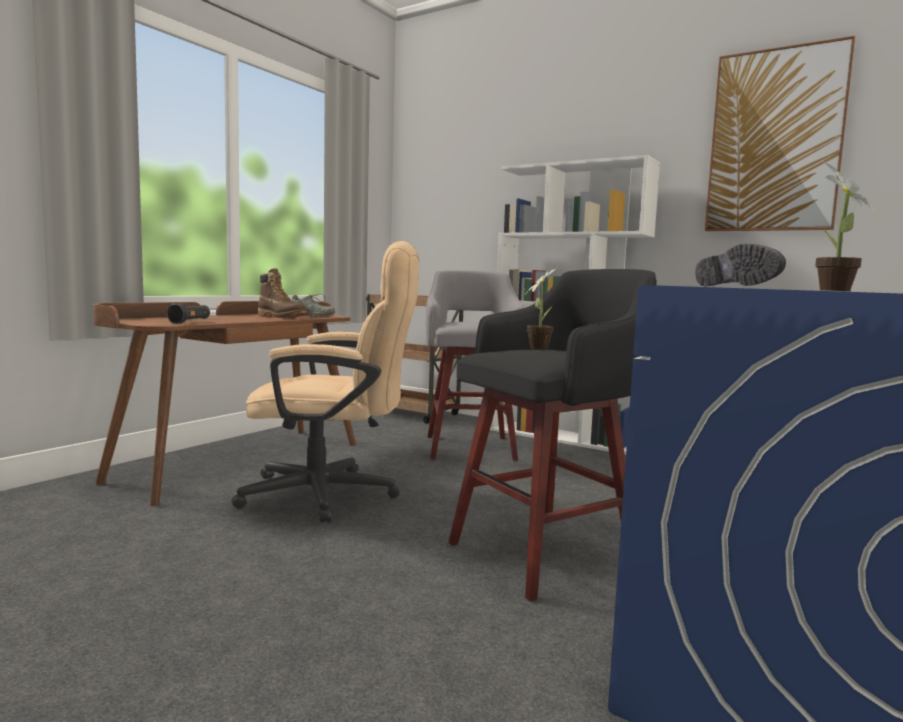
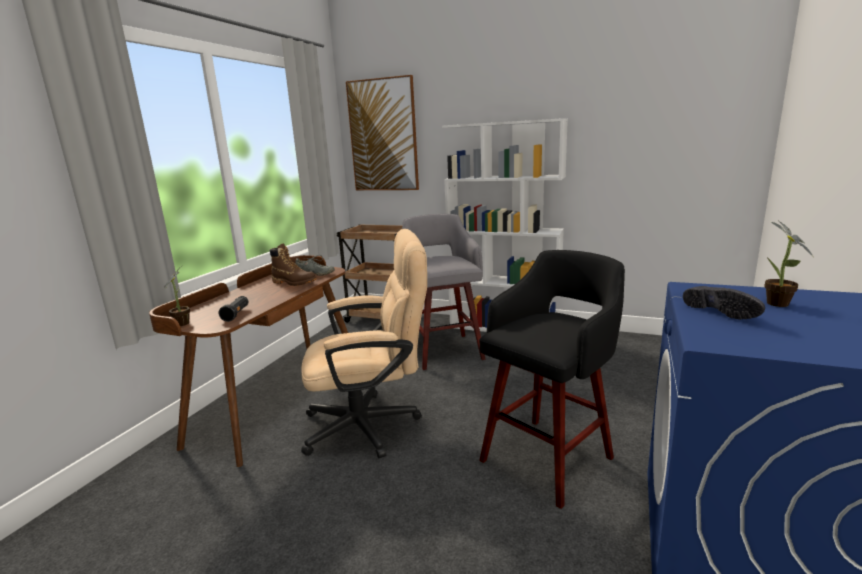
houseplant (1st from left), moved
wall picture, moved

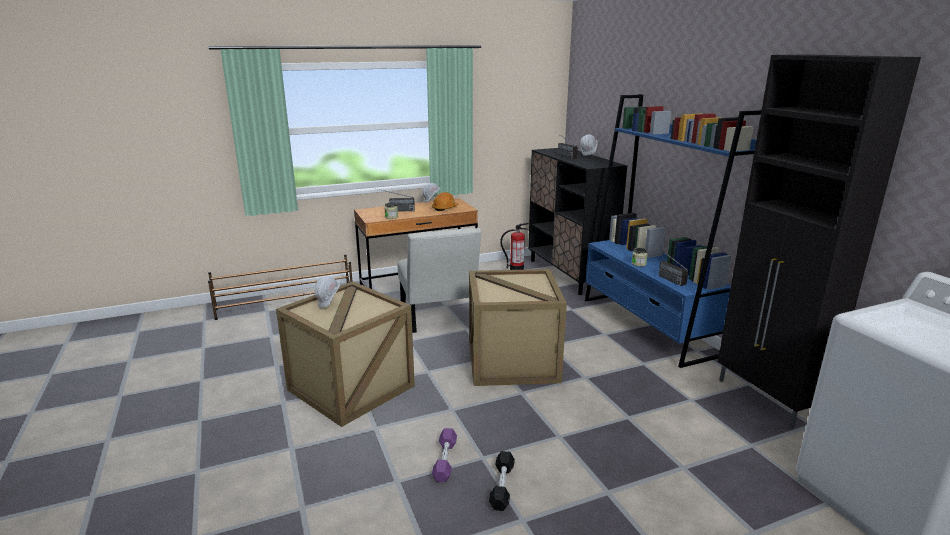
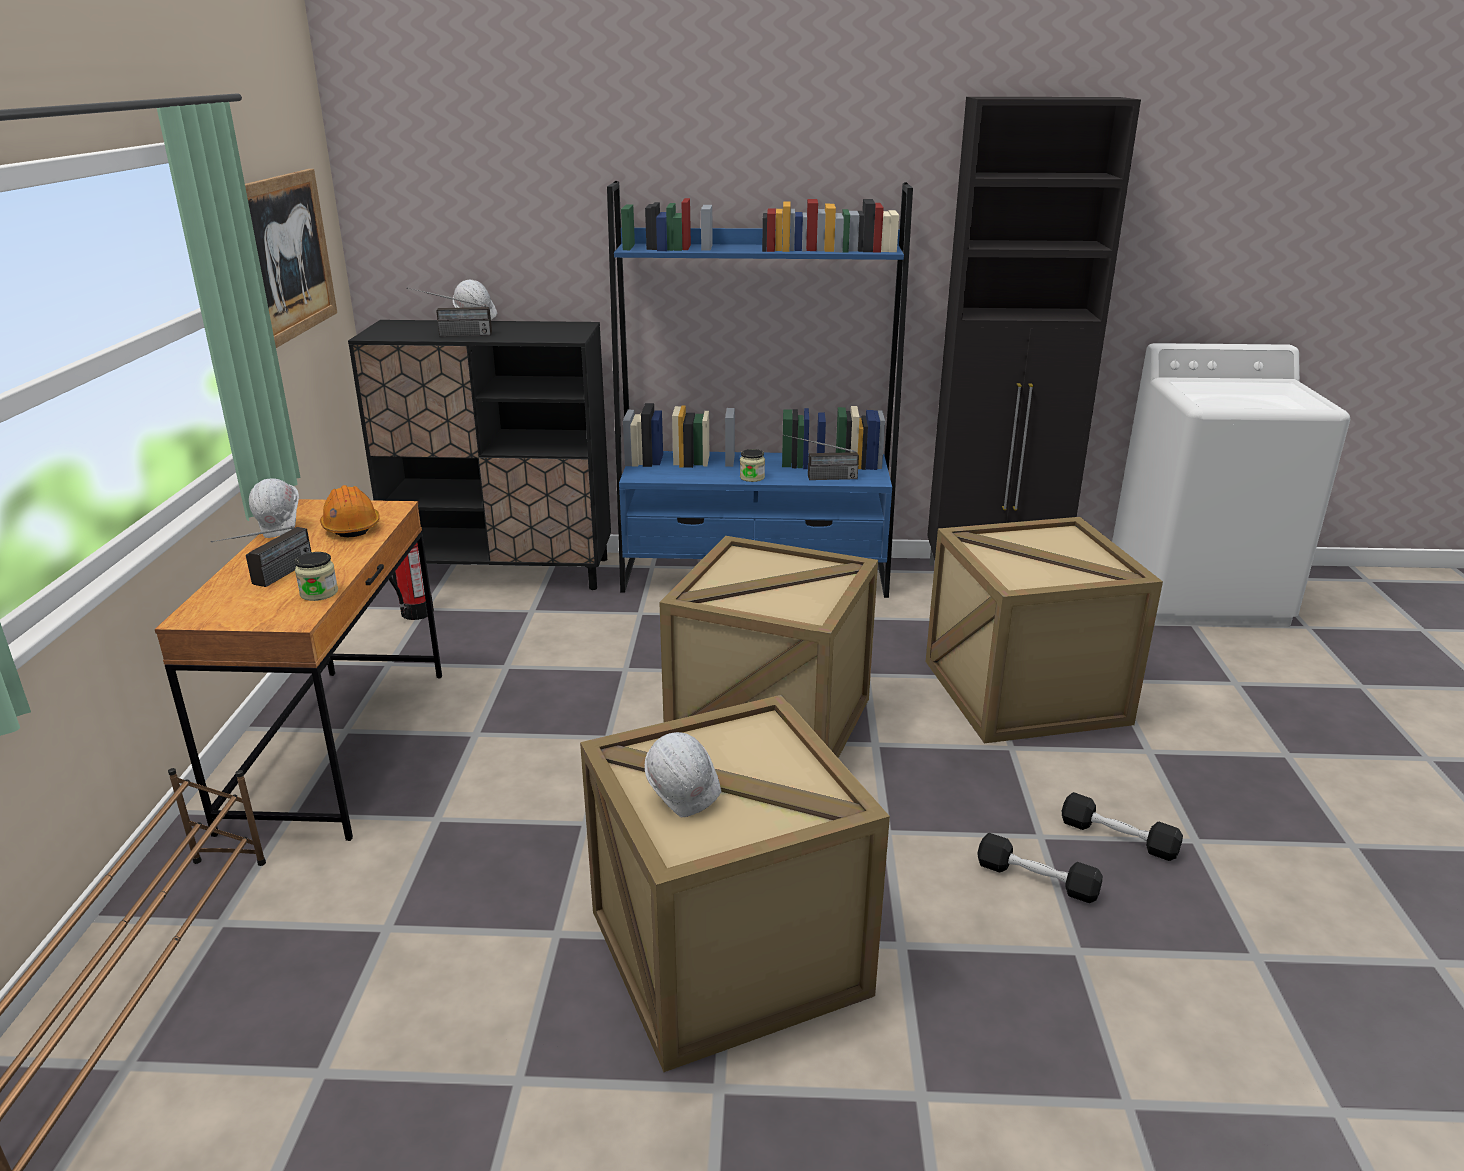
white upright chair → -
purple-coloured dumbbell → blackish dumbbell (1st from left)
- → wall picture
- → packing crate (3rd from left)

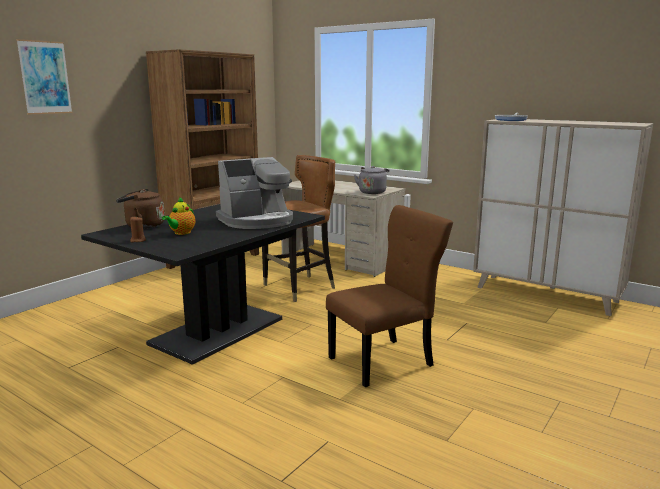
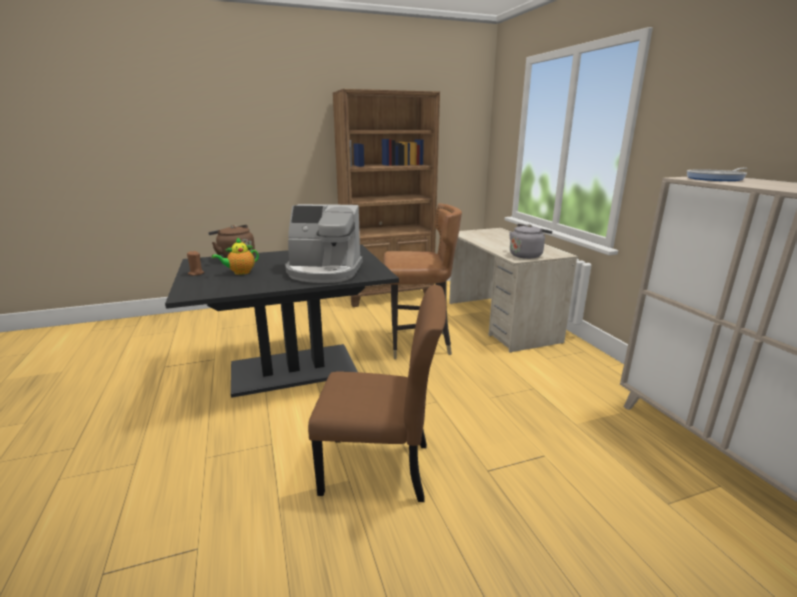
wall picture → -

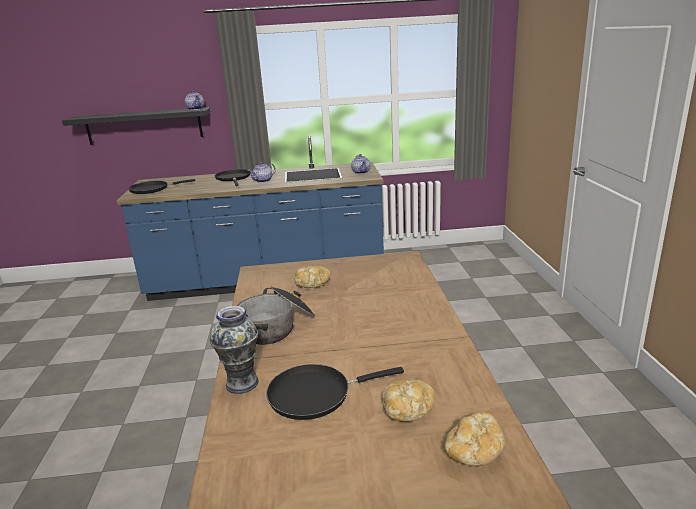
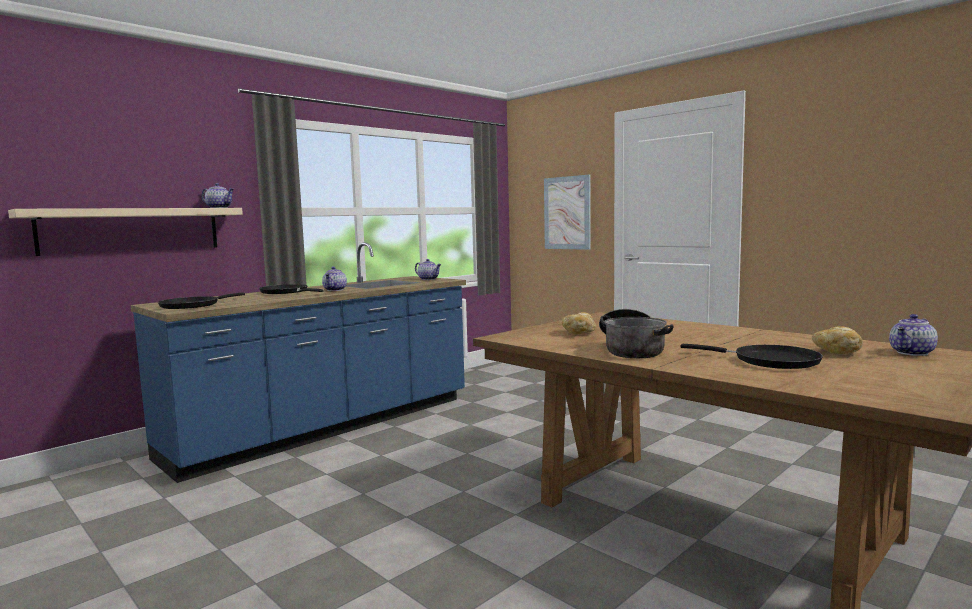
blackish wall shelf → sand-coloured wall shelf
decorative vase → -
blackish skillet (3rd from left), 90 degrees counterclockwise
baked bread (3rd from left) → pot for tea (4th from left)
- → wall picture

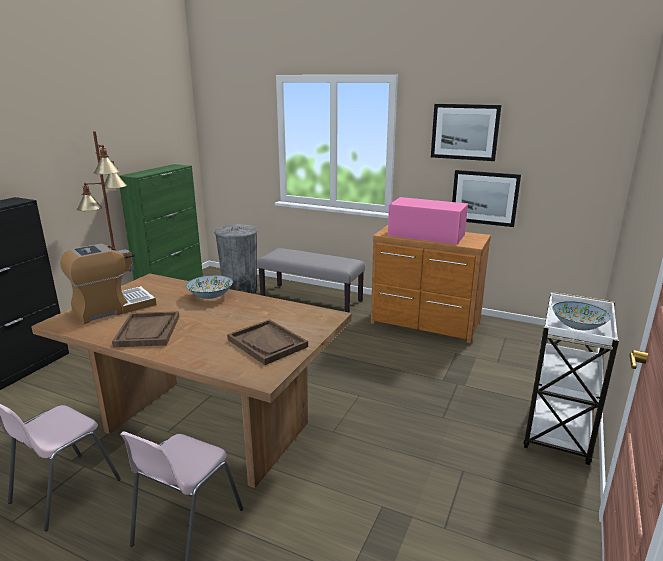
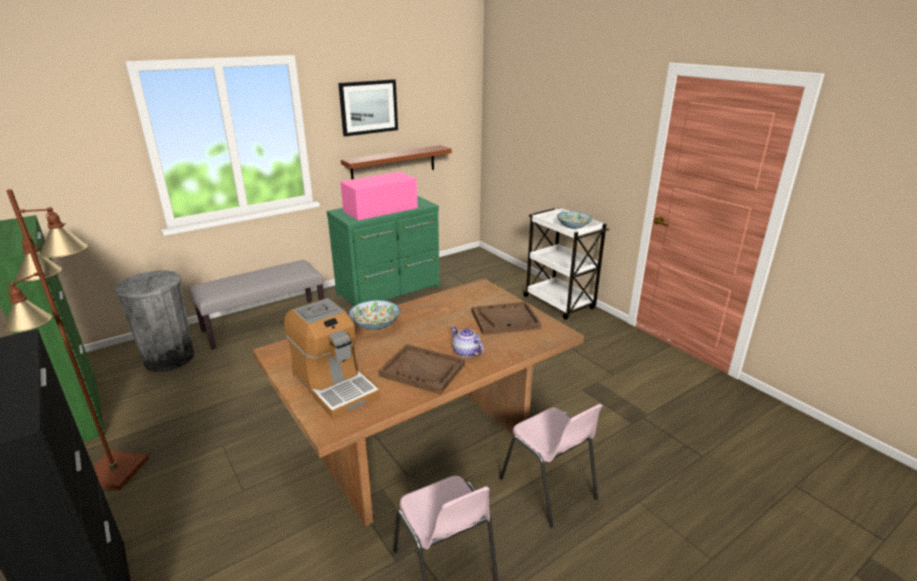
coffee machine, 150 degrees clockwise
brown drawer chest → green-coloured drawer chest
wall picture (2nd from left) → brown wall shelf
- → pot for tea

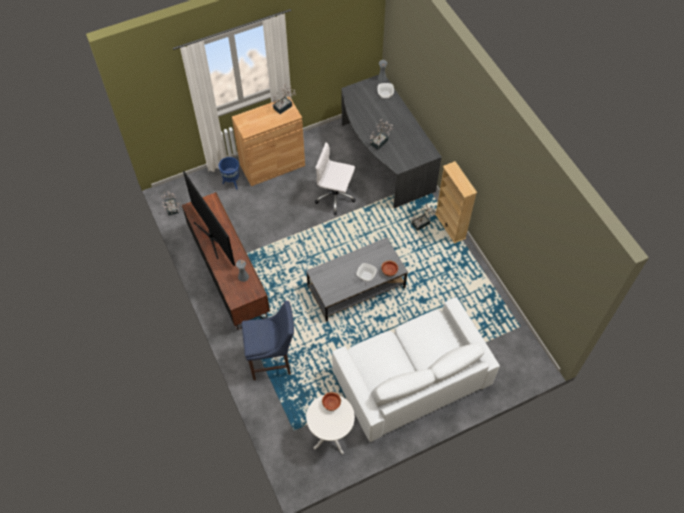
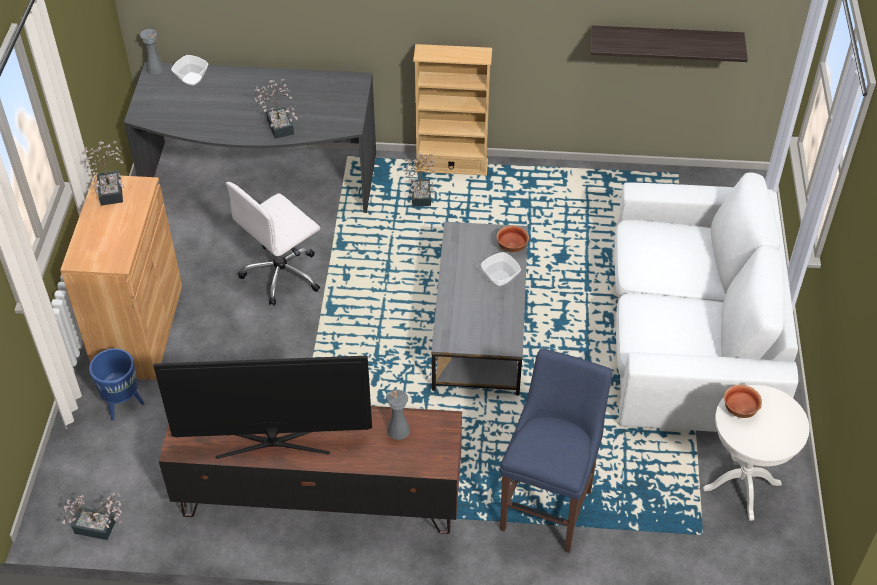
- → wall shelf

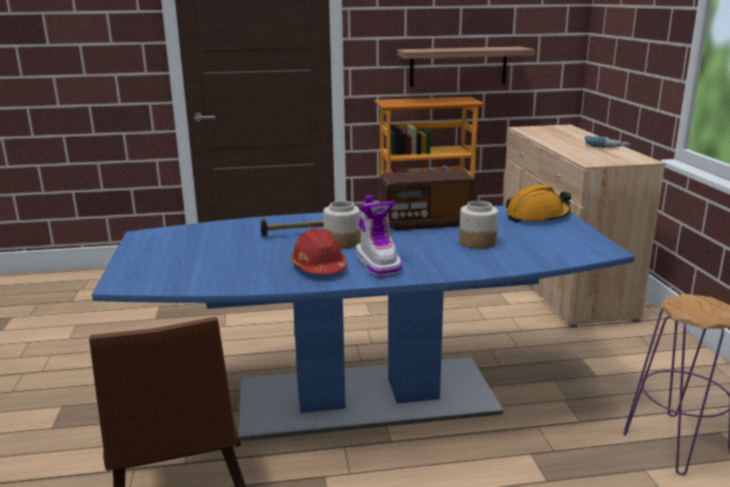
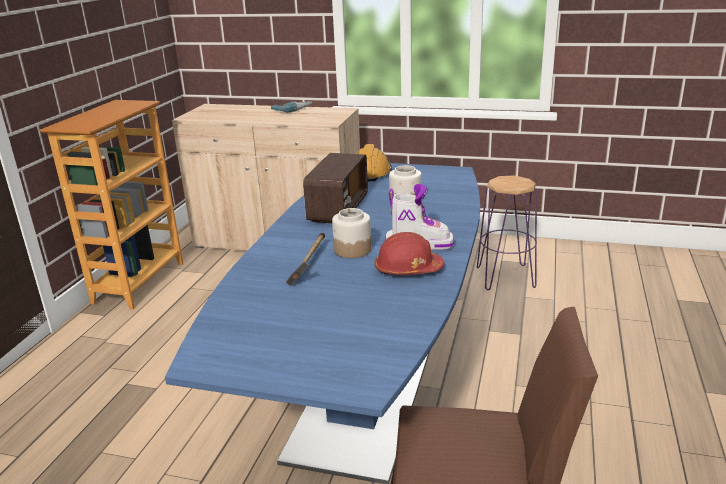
wall shelf → -

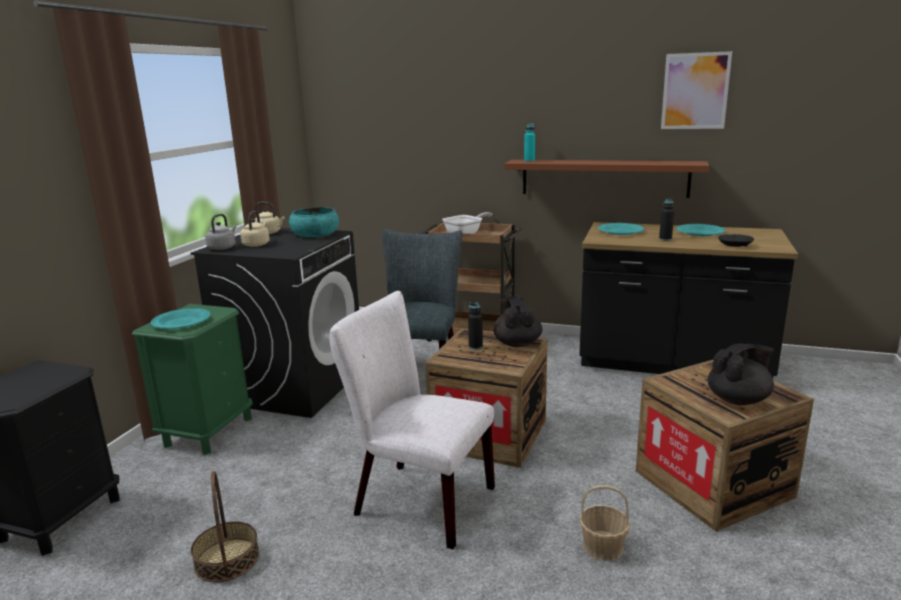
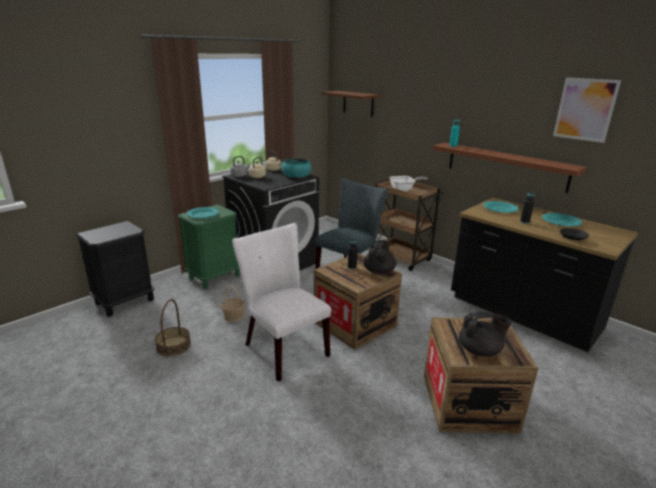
household basket (2nd from left), moved
- → brown wall shelf (1st from left)

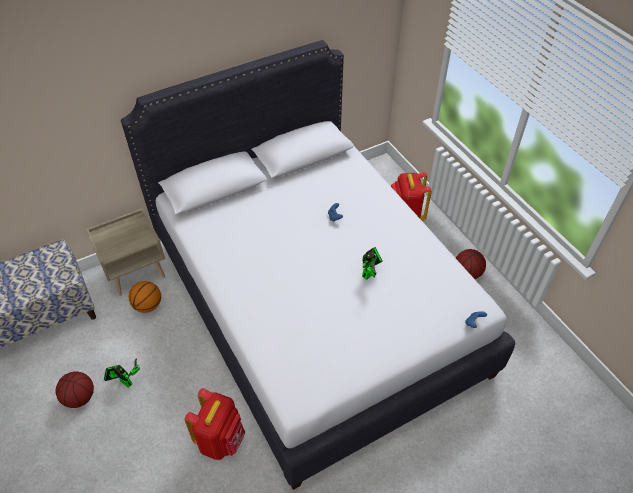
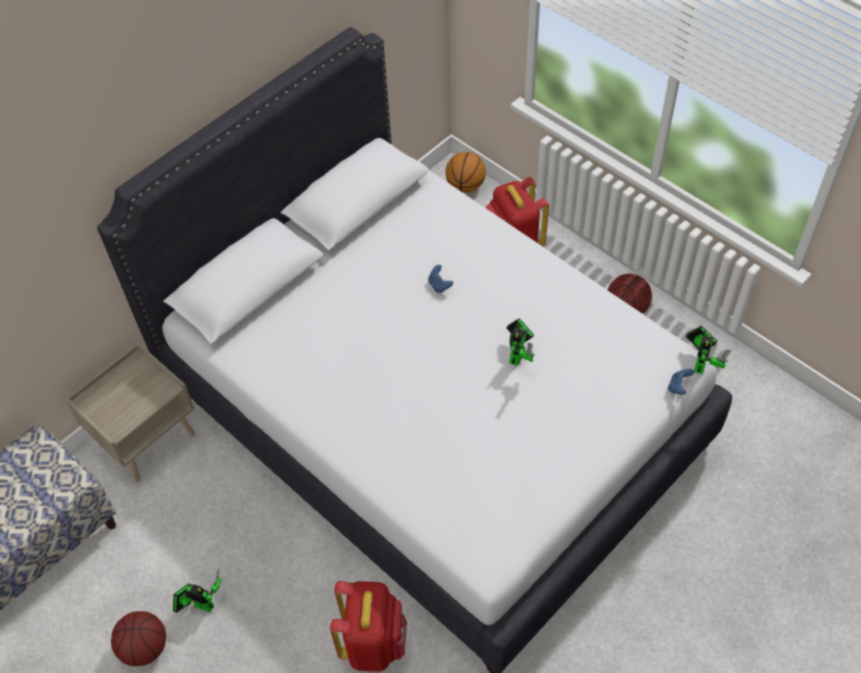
basketball ball (2nd from left), moved
- → toy robot (3rd from left)

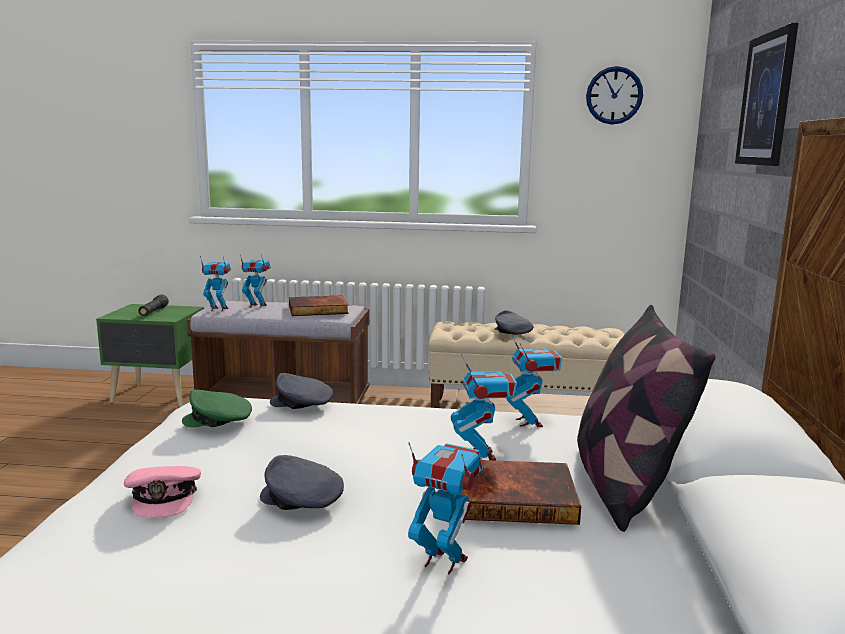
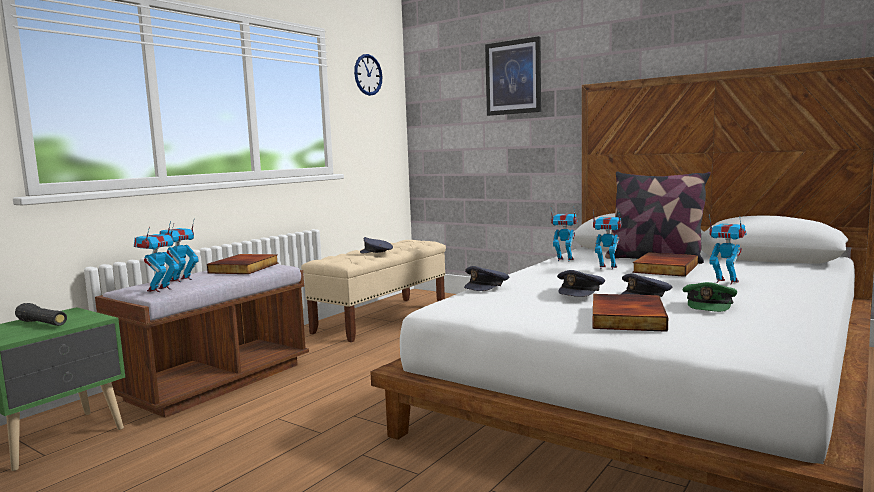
pink-coloured baseball cap → bound book (2nd from left)
green-coloured baseball cap, moved
toy robot (3rd from left in the first image) → toy robot (5th from left), 75 degrees clockwise
- → grey baseball cap (3rd from left)

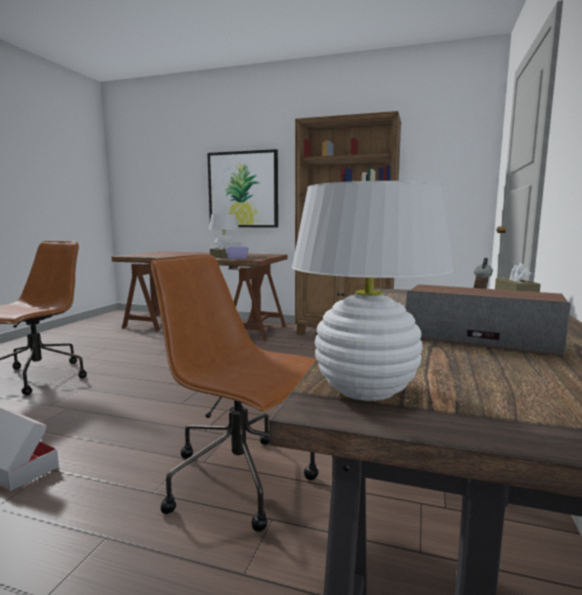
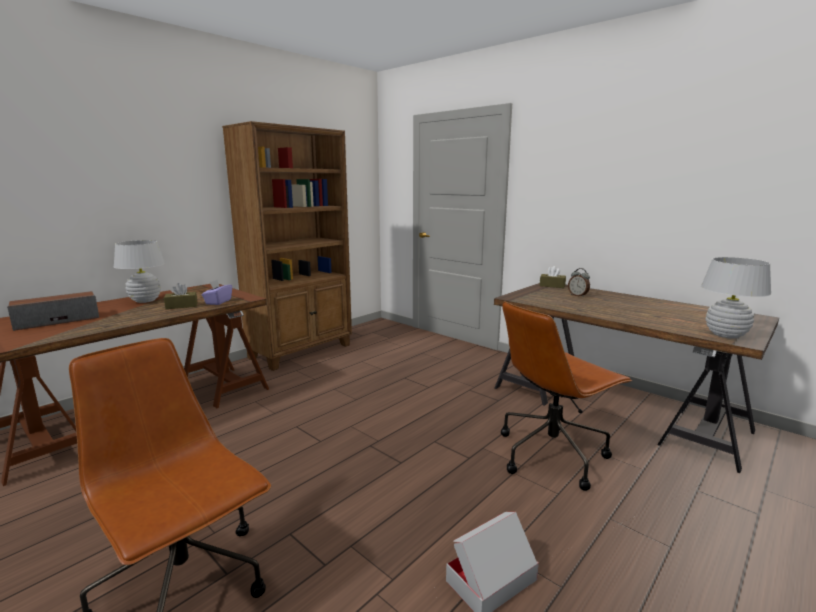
wall picture → -
audio speaker, moved

